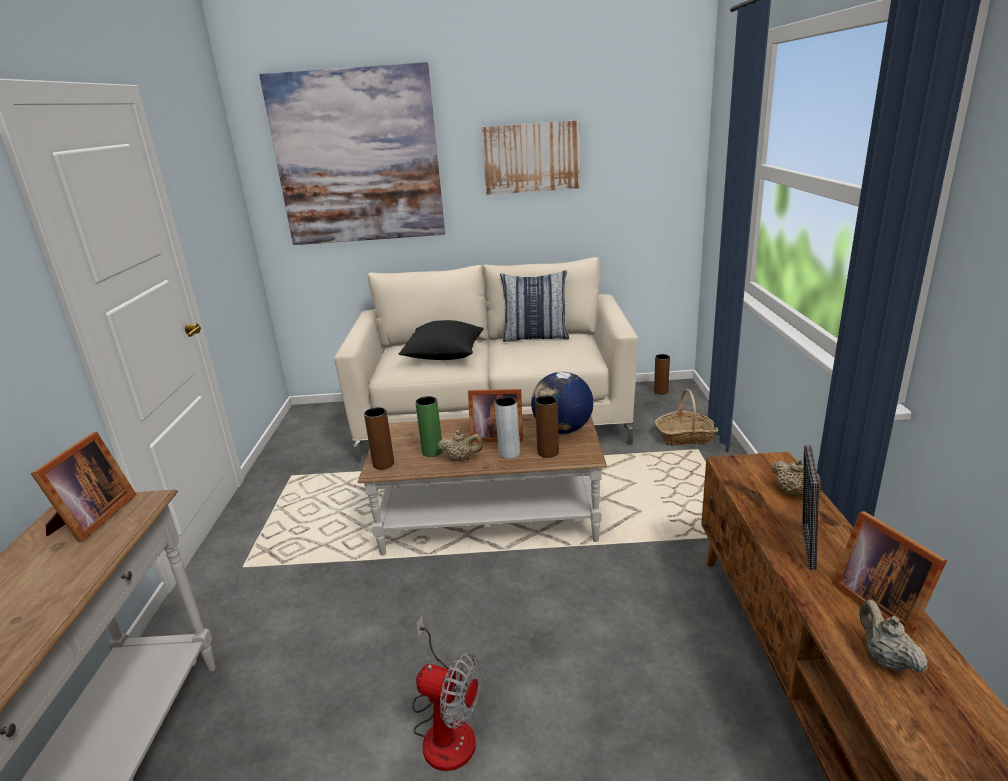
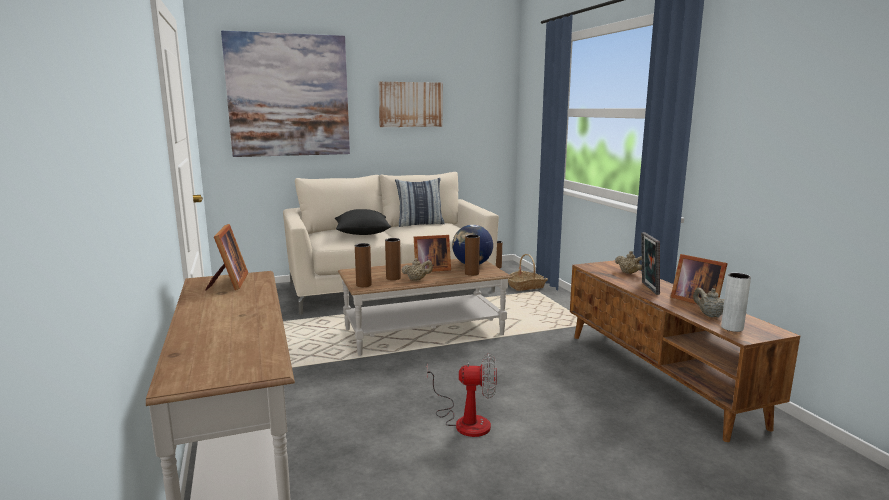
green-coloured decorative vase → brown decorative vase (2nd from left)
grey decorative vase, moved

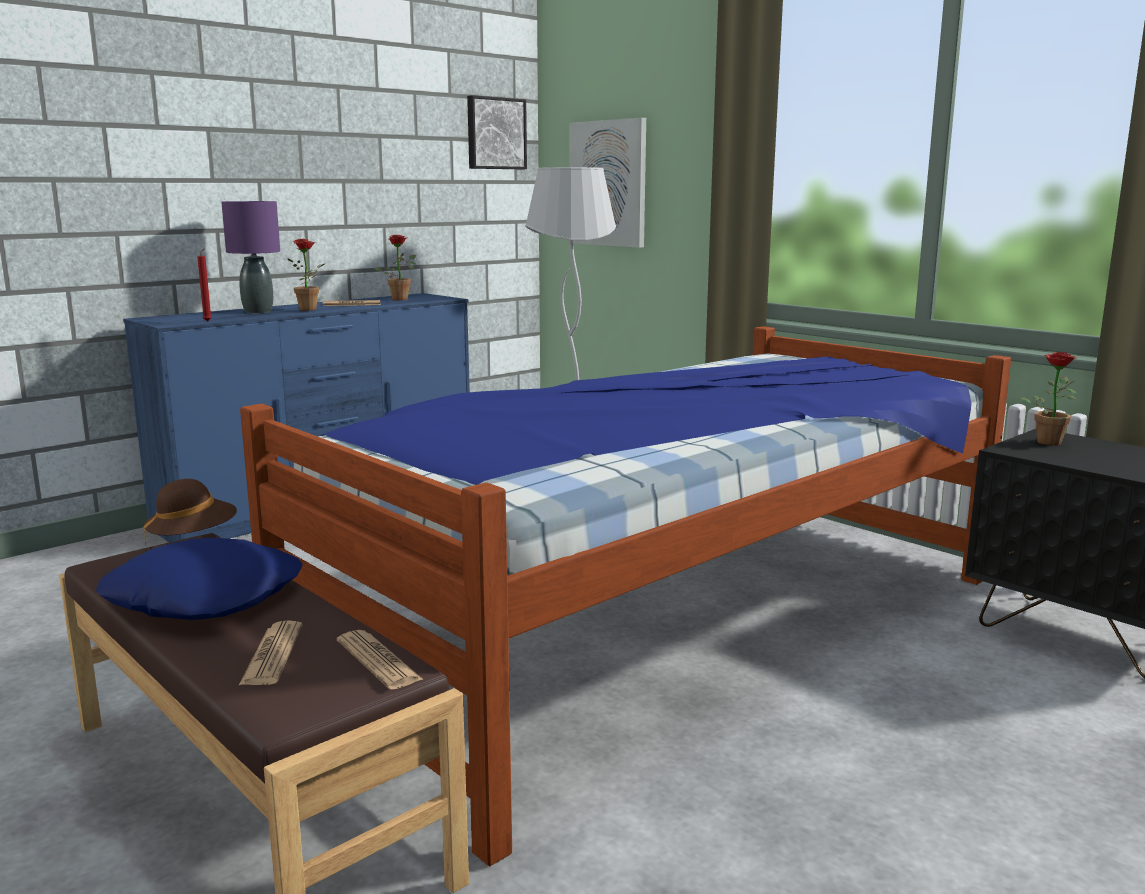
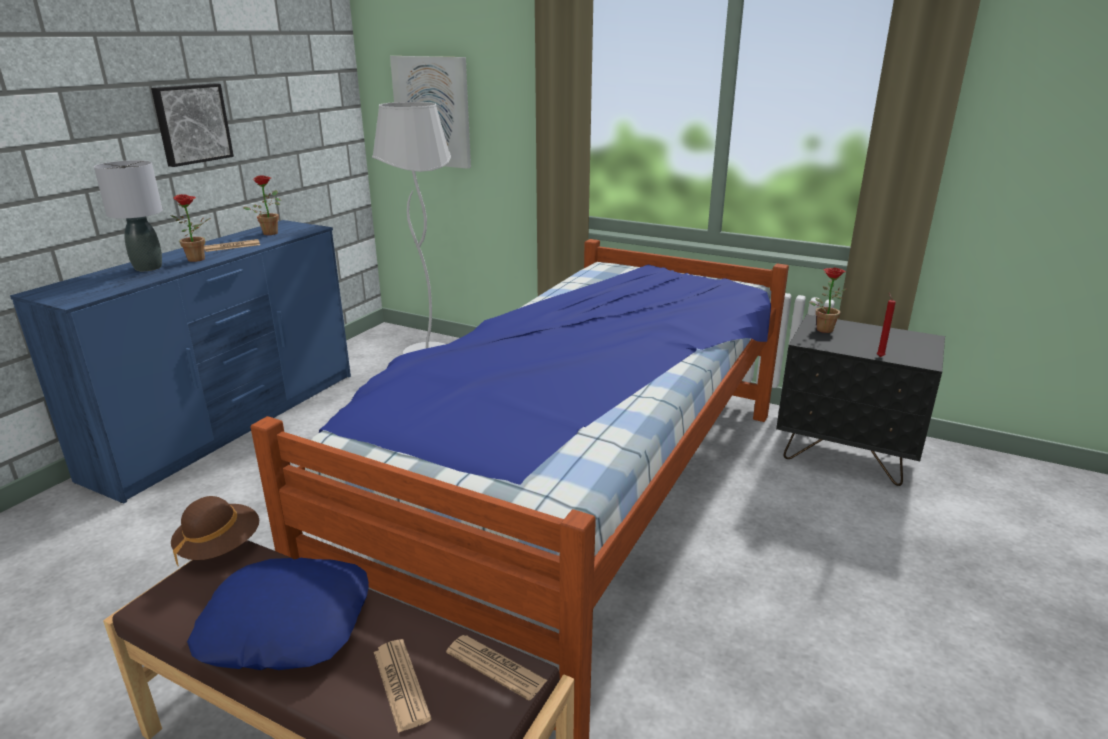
reddish candle, moved
purple-coloured tabletop lamp → grey tabletop lamp
wall picture (1st from left), moved

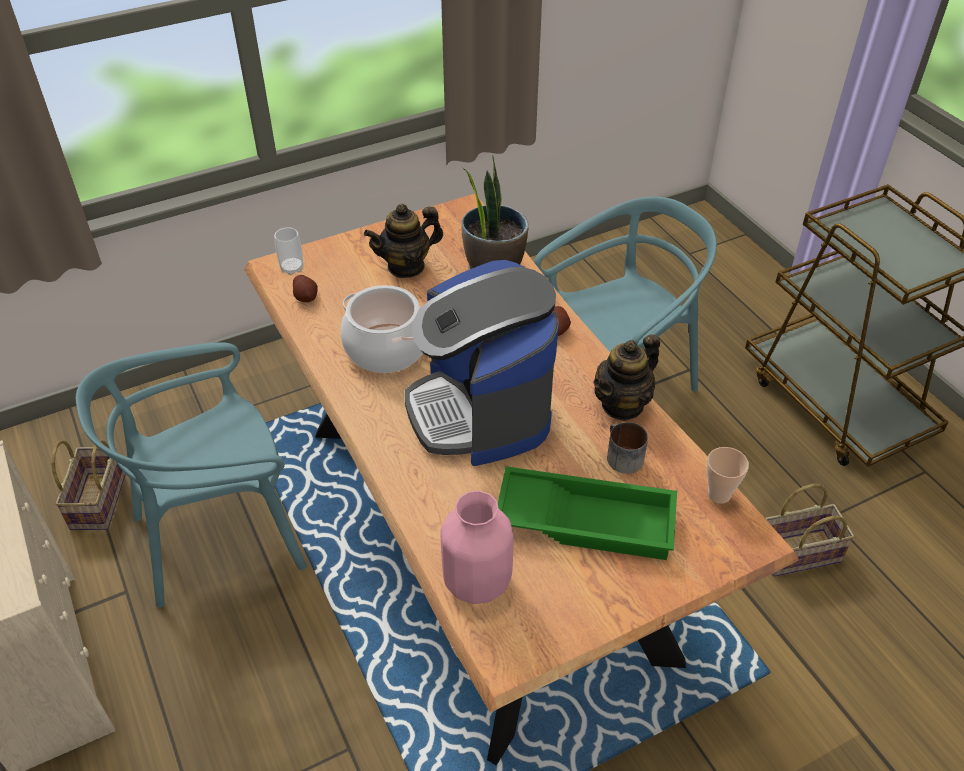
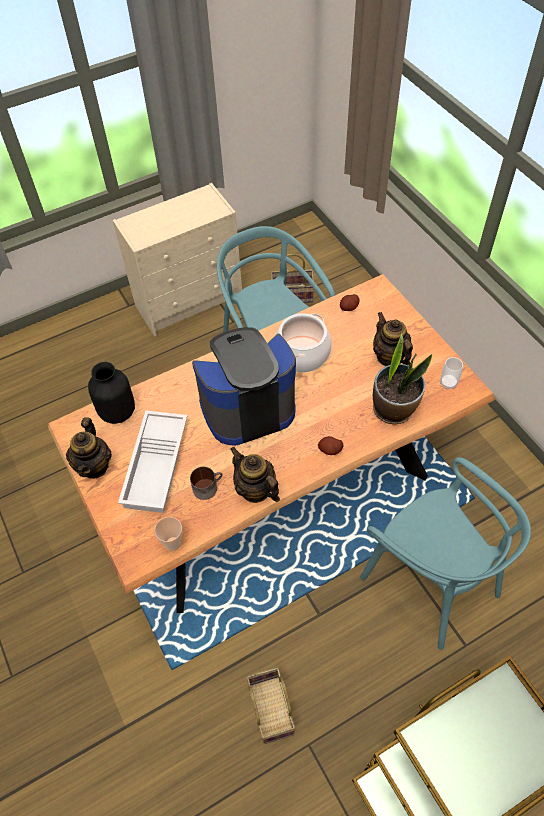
drinking cup (1st from left in the first image) → drinking cup (2nd from left), moved
pink-coloured decorative vase → blackish decorative vase
green-coloured tray → white tray
- → pot for tea (1st from left)

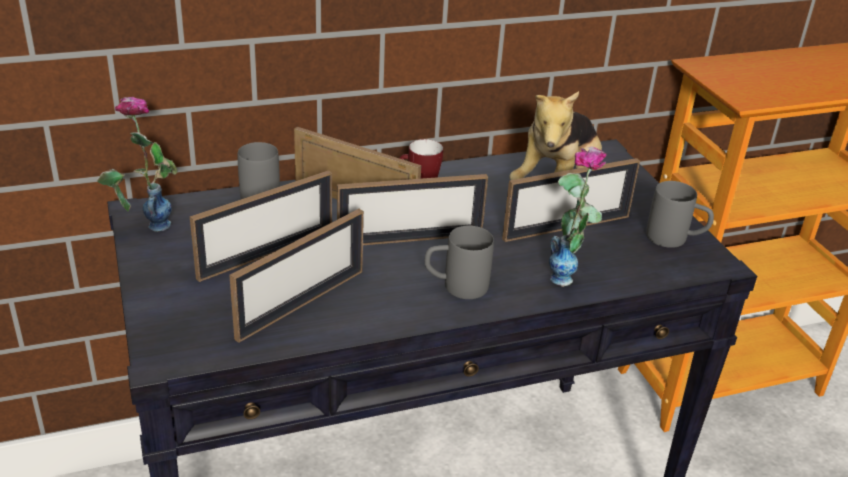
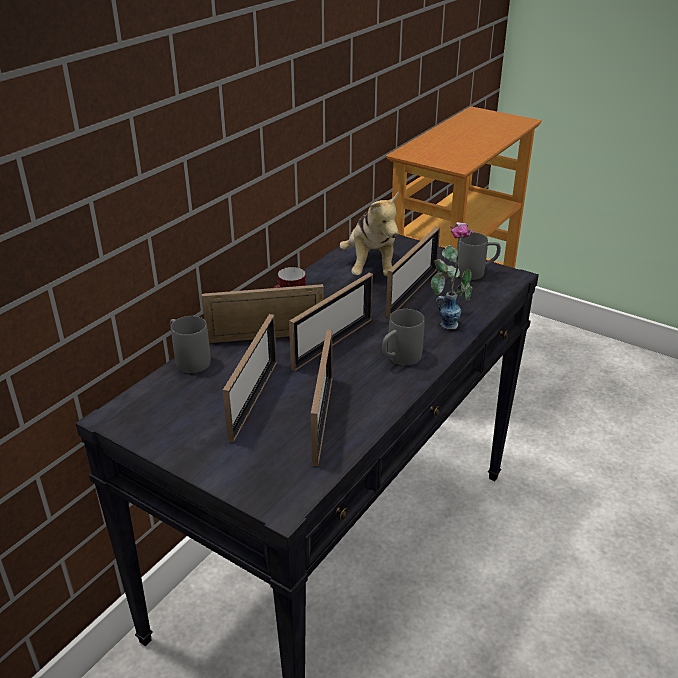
decorative vase (1st from left) → -

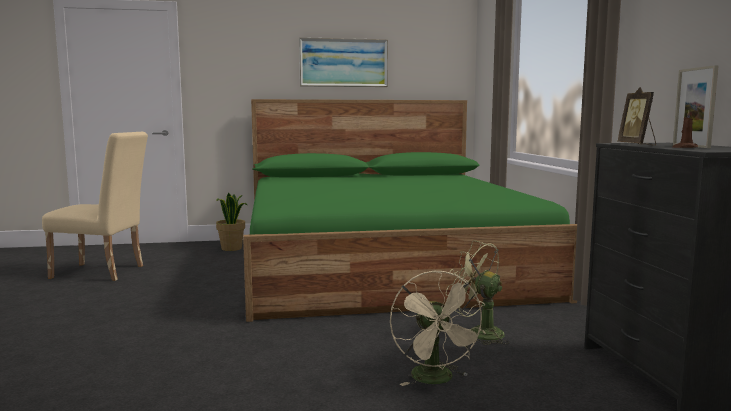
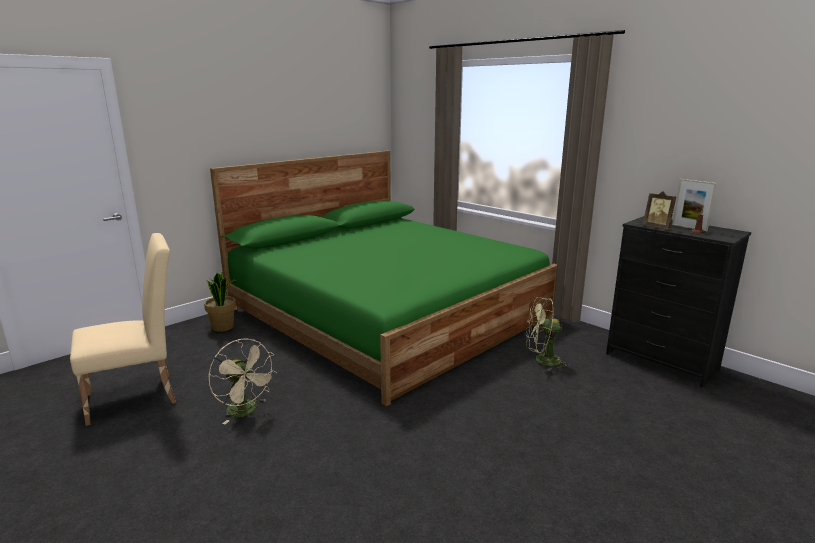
wall picture → -
sand-coloured electric fan, moved

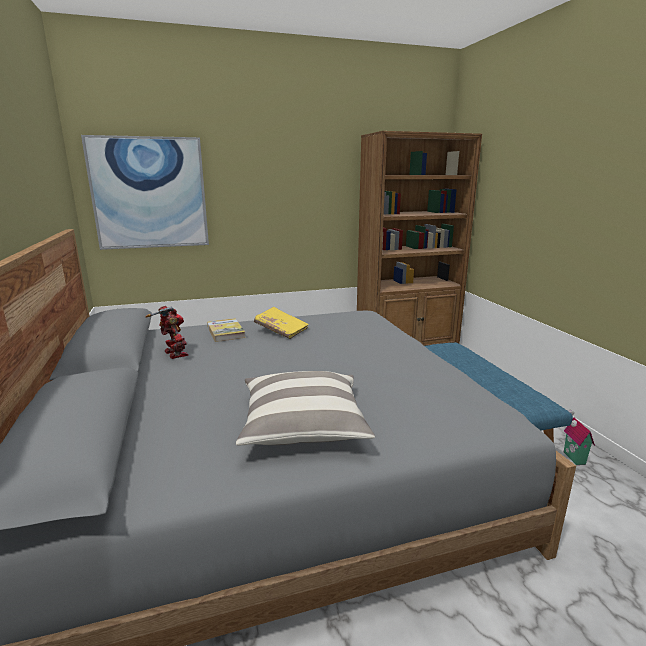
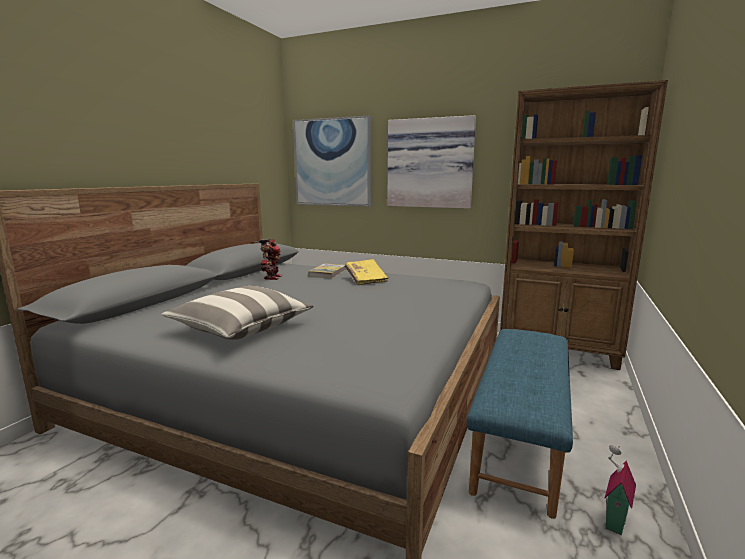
- → wall picture (2nd from left)

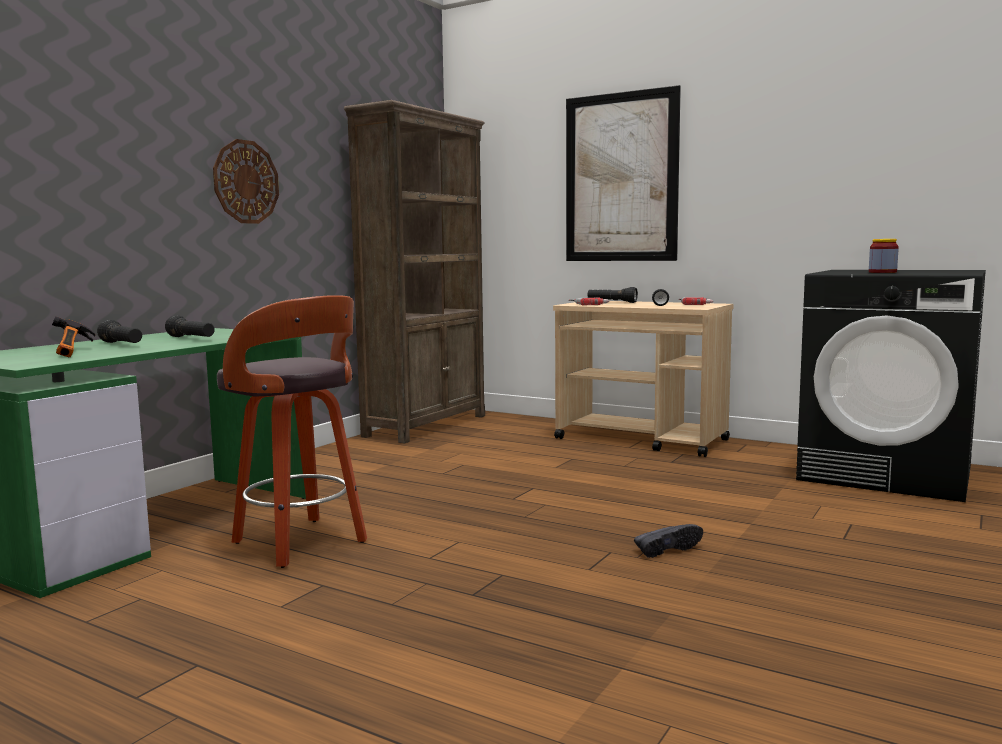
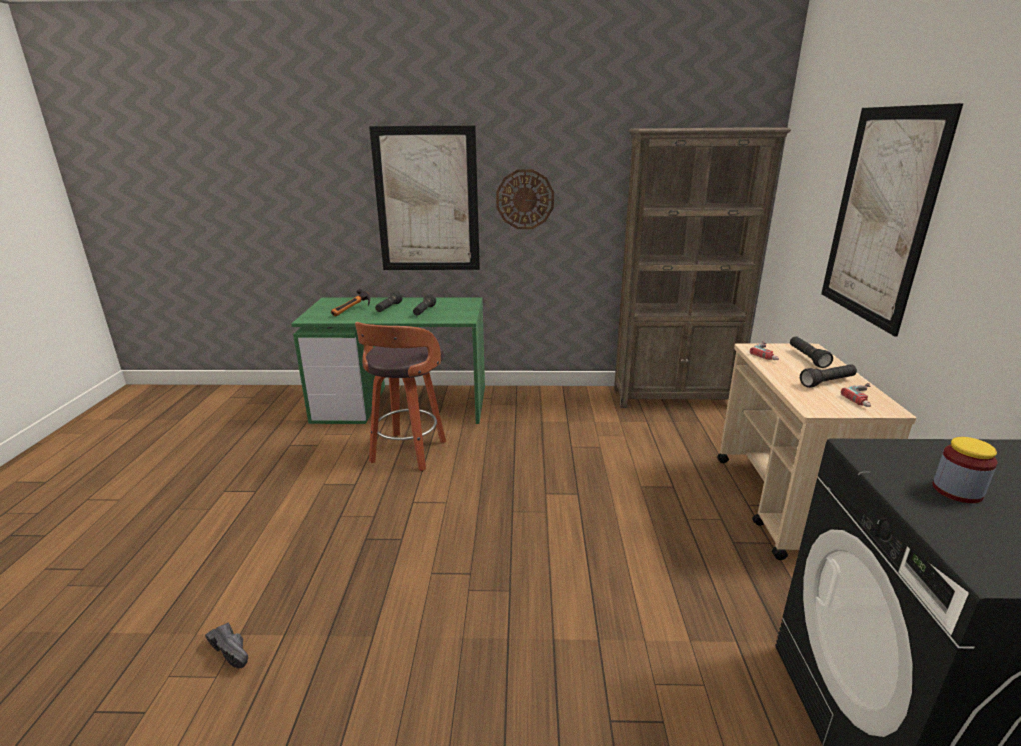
blackish low shoe, moved
- → wall picture (1st from left)

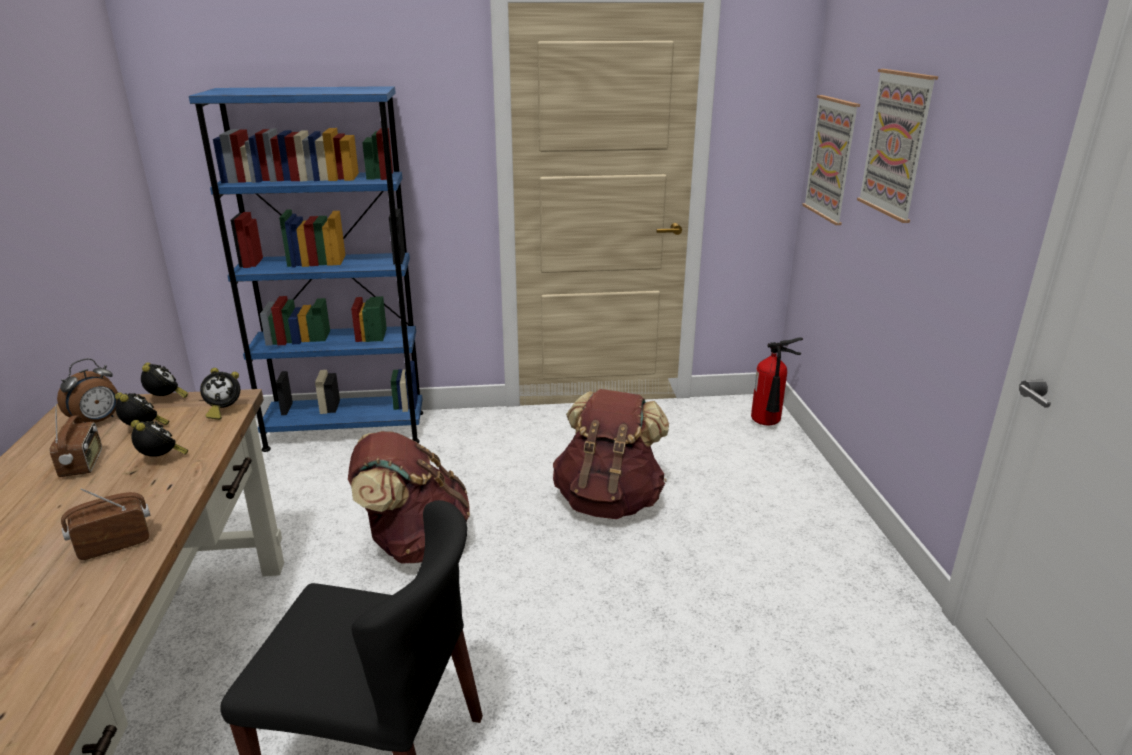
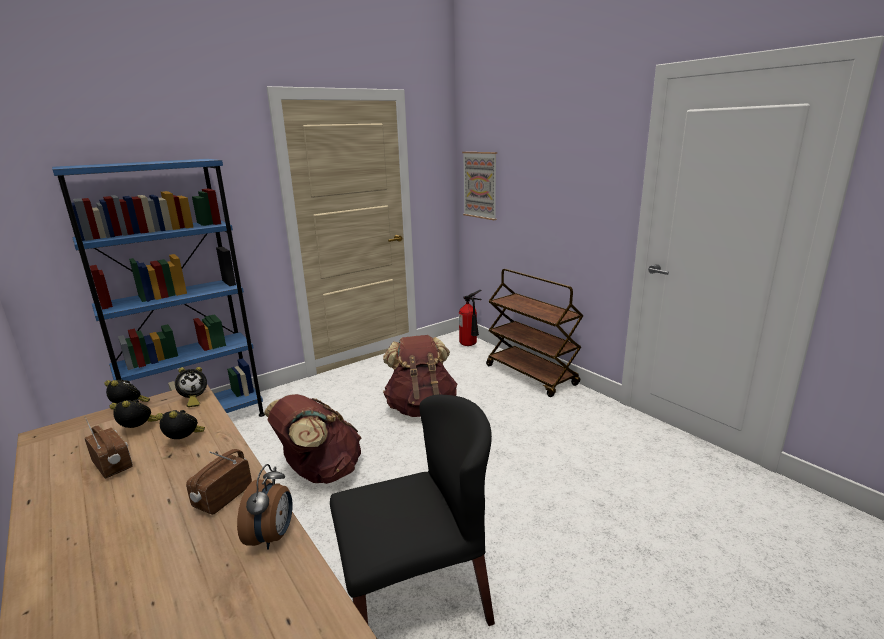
table clock (1st from left in the first image) → table clock (5th from left), moved
wall picture (2nd from left) → -
- → brown cart

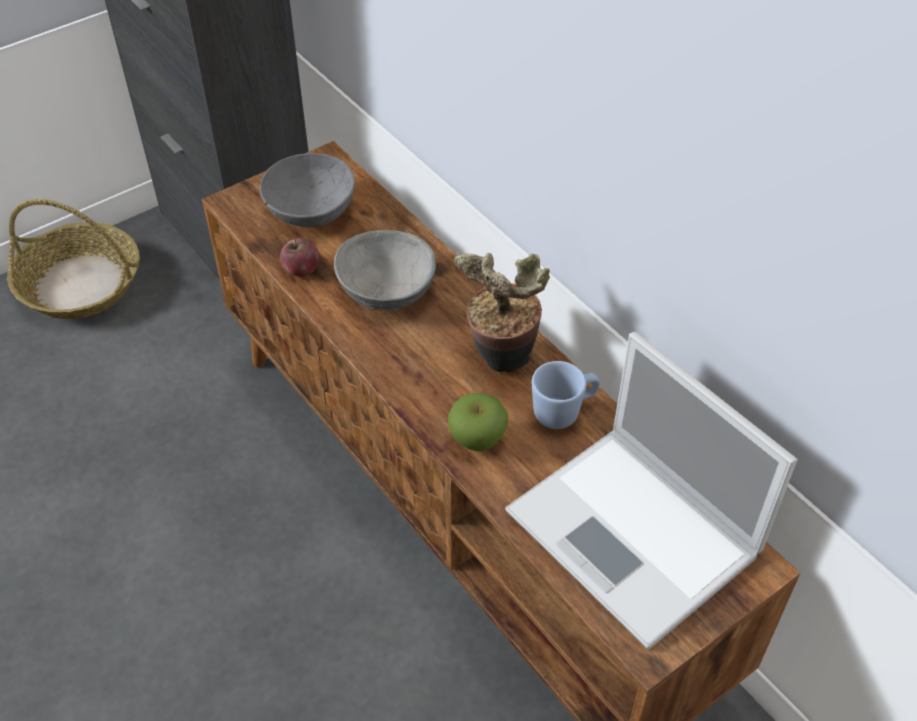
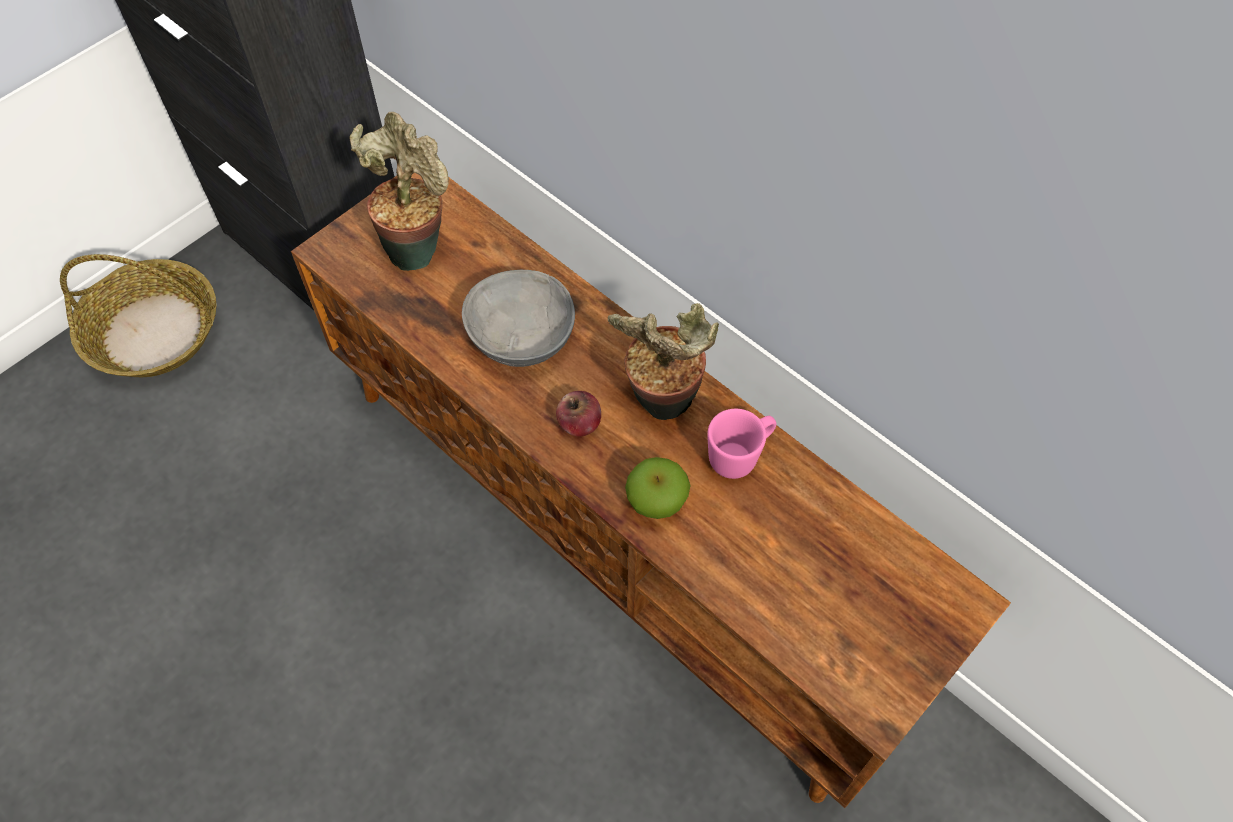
grey deep dish (1st from left) → houseplant (1st from left)
apple (1st from left), moved
laptop → -
blue coffee mug → pink-coloured coffee mug

